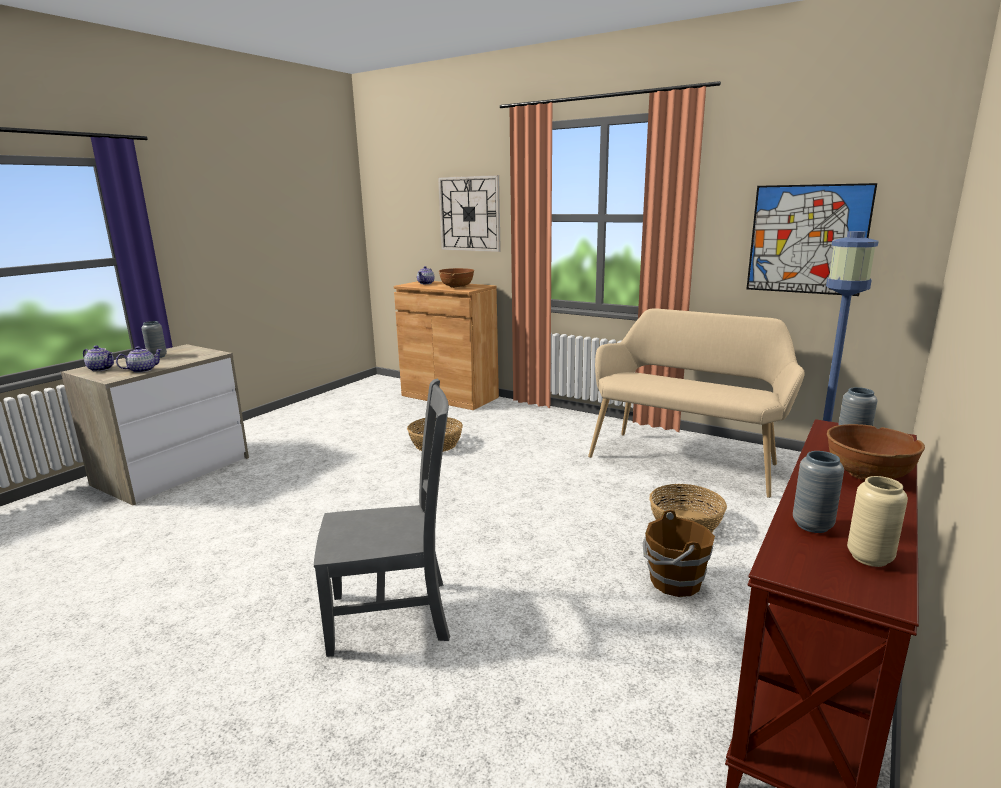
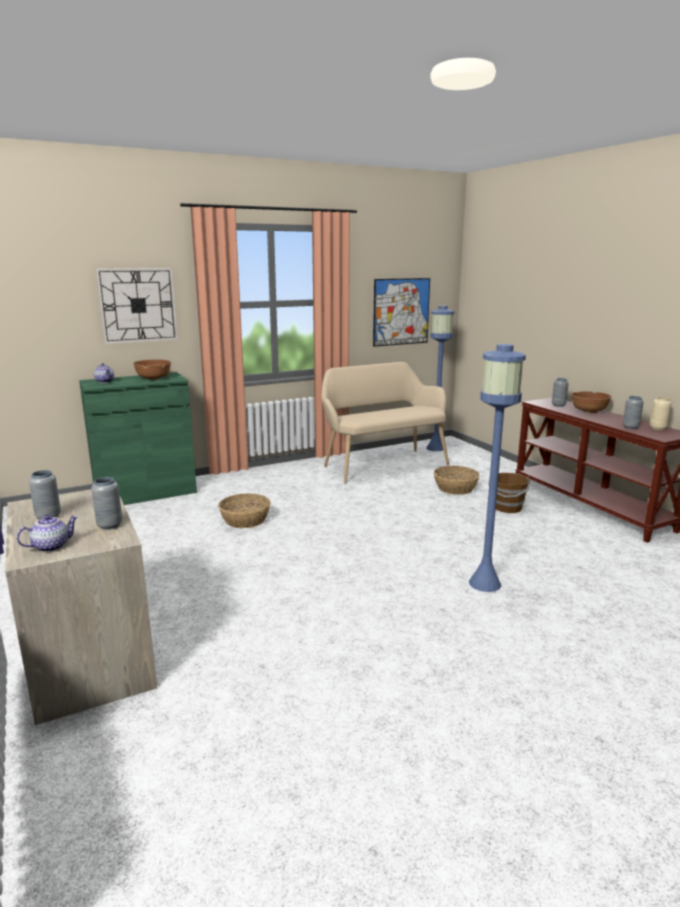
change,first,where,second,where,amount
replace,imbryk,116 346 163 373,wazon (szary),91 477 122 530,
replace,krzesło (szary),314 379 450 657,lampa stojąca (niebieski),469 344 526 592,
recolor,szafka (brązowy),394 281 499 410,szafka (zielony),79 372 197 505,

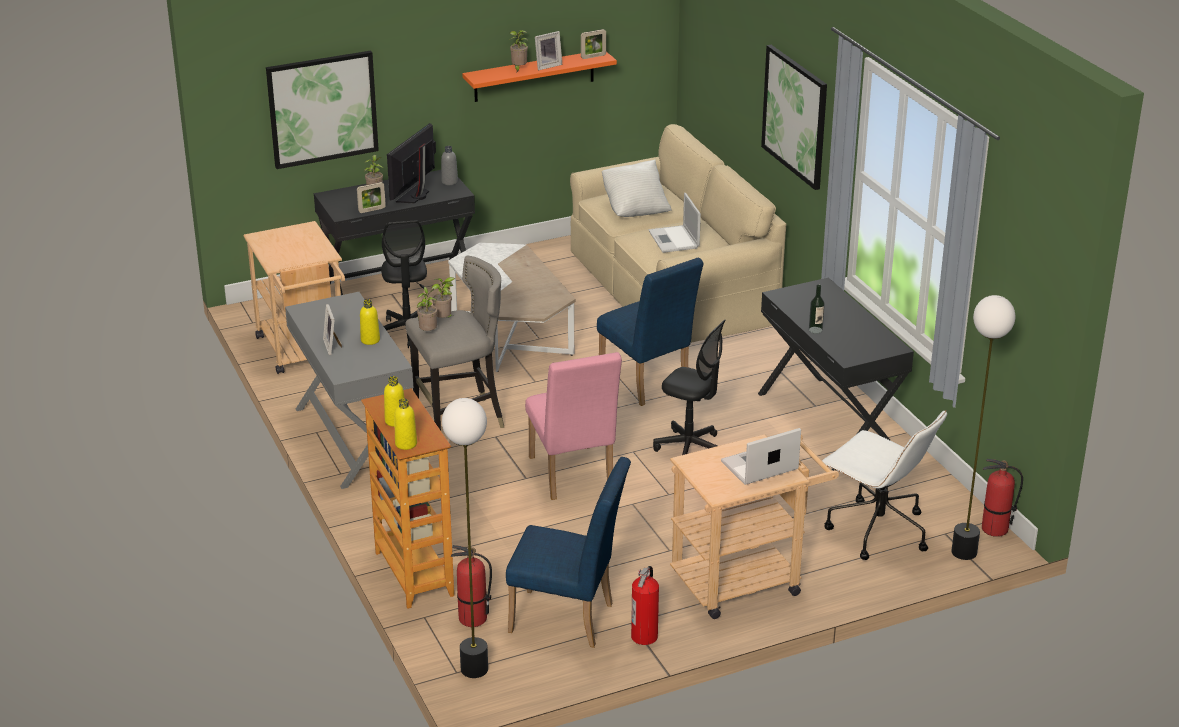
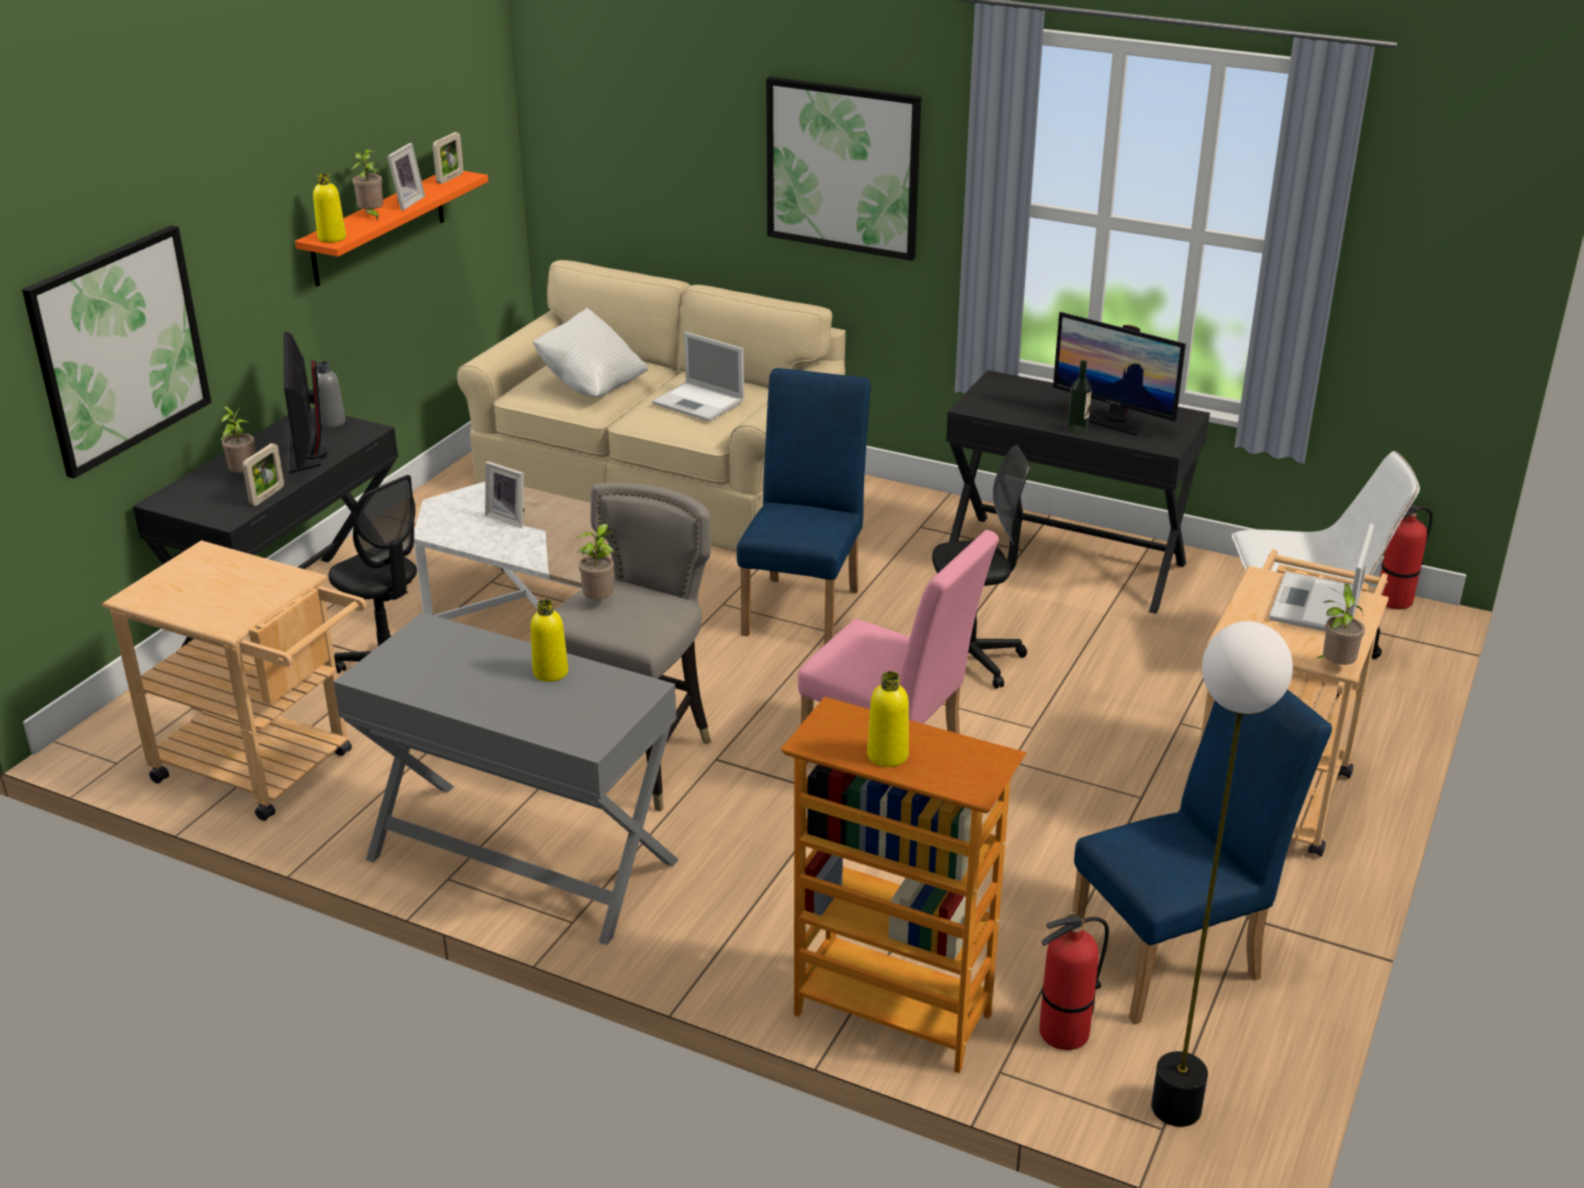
change,first,where,second,where,amount
delete,gaśnica,631 566 659 645,,,
delete,lampa stojąca,951 295 1015 560,,,
insert,,,monitor,1053 312 1186 436,
move,ramka na zdjęcie,323 304 342 355,,485 461 525 528,
move,butelka (żółty),394 398 417 450,,313 173 346 243,
move,roślina doniczkowa,417 287 438 331,,1317 584 1365 665,
rotate,krzesło (niebieski),597 258 703 406,,737 368 871 645,90 degrees counterclockwise

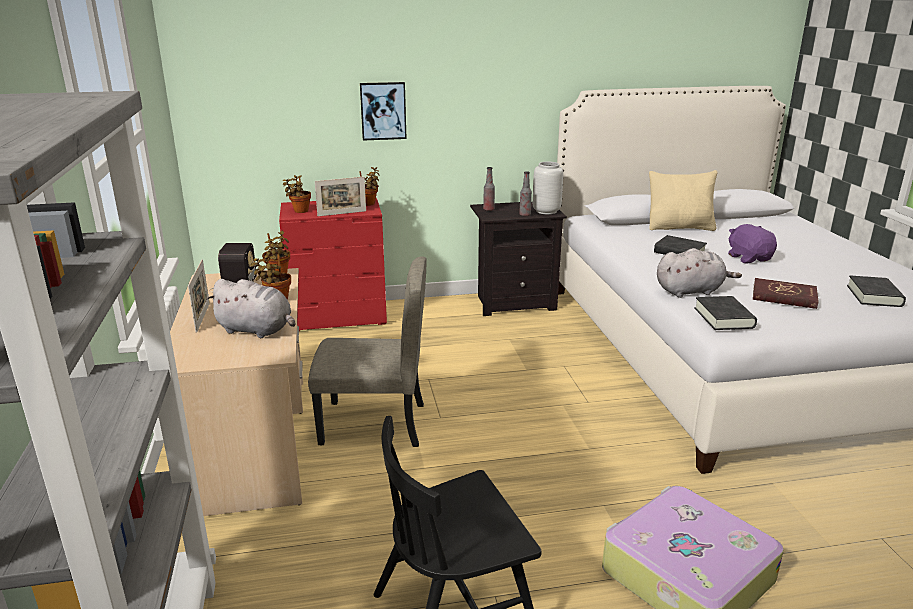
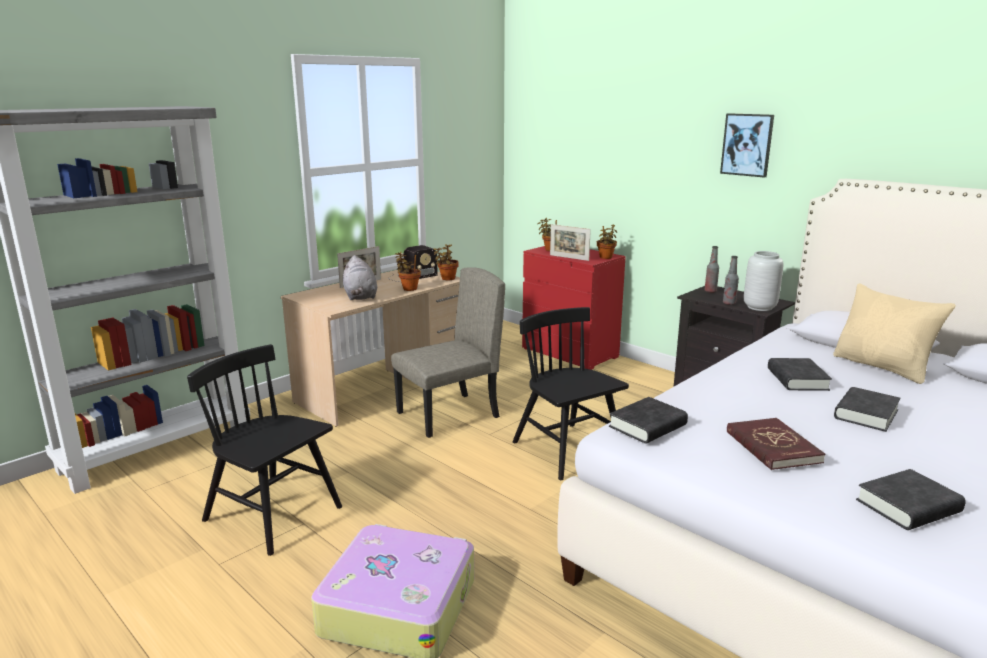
change,first,where,second,where,amount
delete,pluszak (szary),657 248 742 298,,,
insert,,,krzesło (czarny),512 307 629 480,
move,obraz,360 82 407 141,,720 113 774 178,
replace,pluszak (fioletowy),728 224 777 264,książka (czarny),834 387 901 432,
rotate,krzesło (beżowy),308 256 427 447,,391 267 505 438,90 degrees counterclockwise

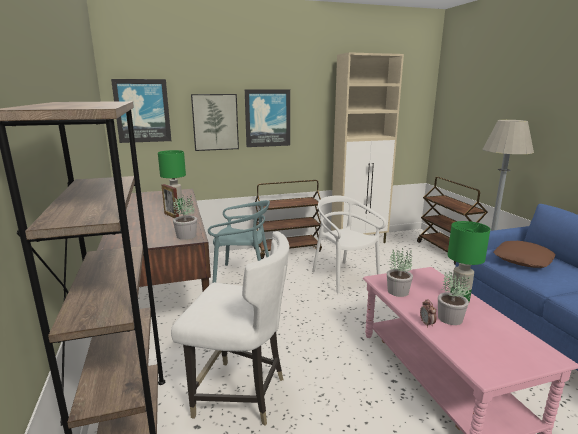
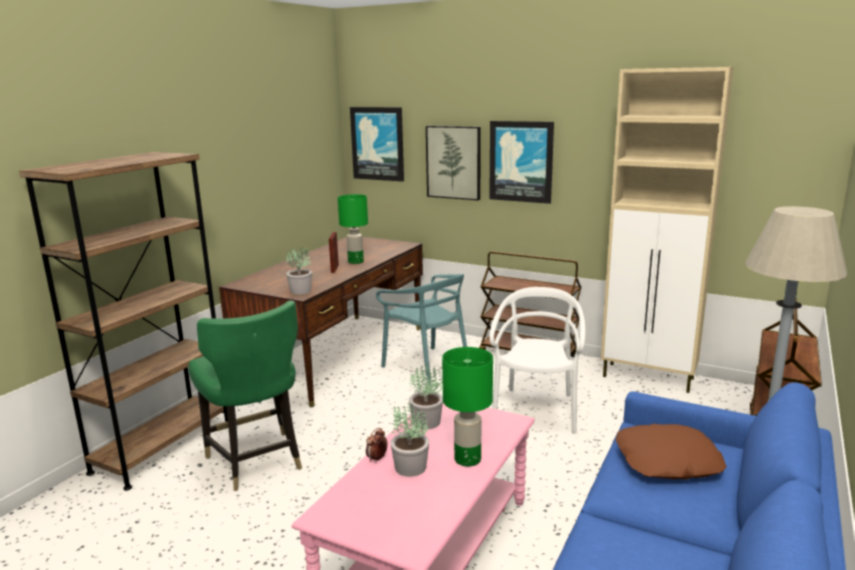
change,first,where,second,where,amount
recolor,krzesło (biały),171 231 289 426,krzesło (zielony),188 300 302 491,

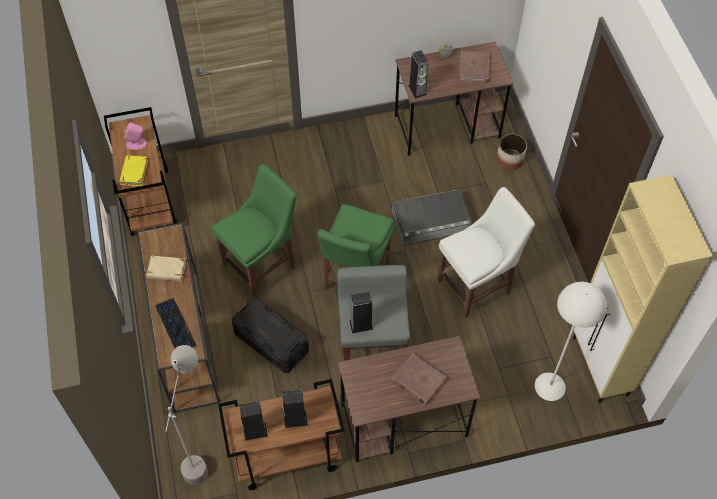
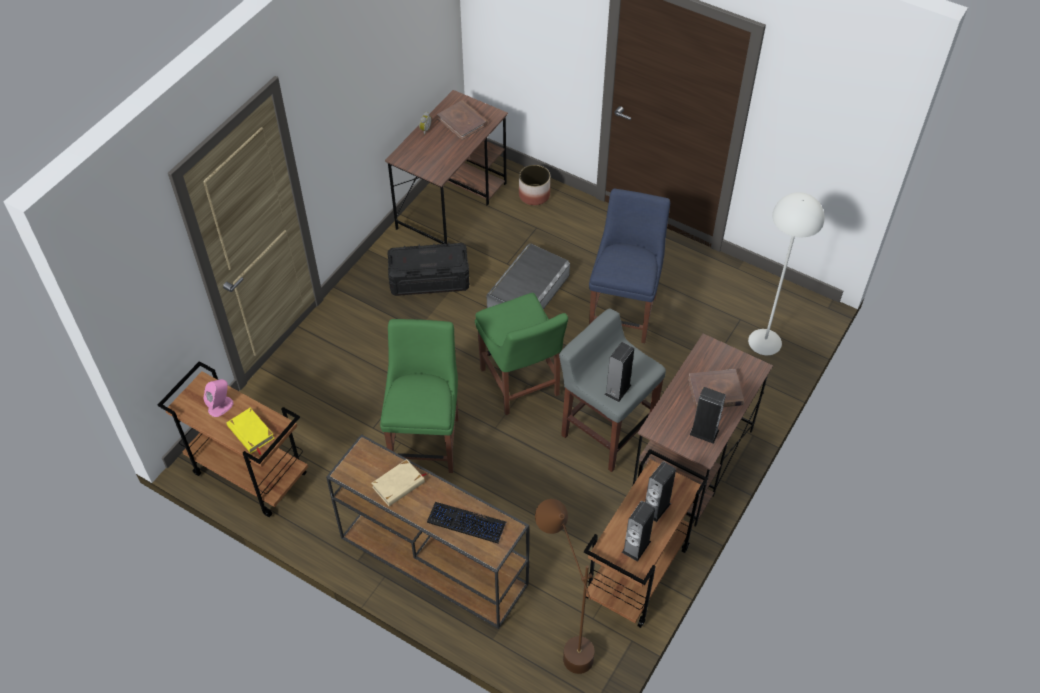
change,first,where,second,where,amount
delete,szafka (beżowy),573 175 713 403,,,
move,pojemnik do przechowywania (czarny),232 298 309 373,,387 242 469 296,
move,głośnik,408 50 428 99,,689 387 726 444,
recolor,lampa stojąca (szary),165 345 208 485,lampa stojąca (brązowy),535 499 595 674,
recolor,krzesło (biały),438 187 535 318,krzesło (niebieski),589 189 670 343,

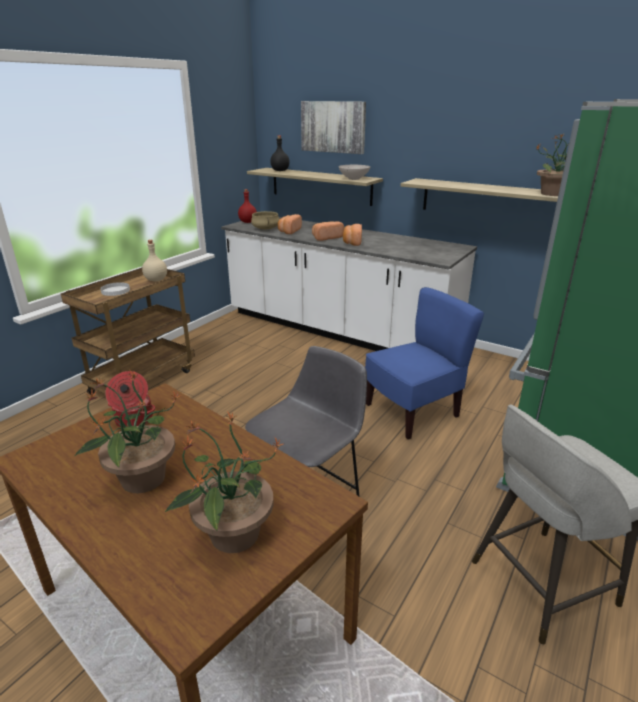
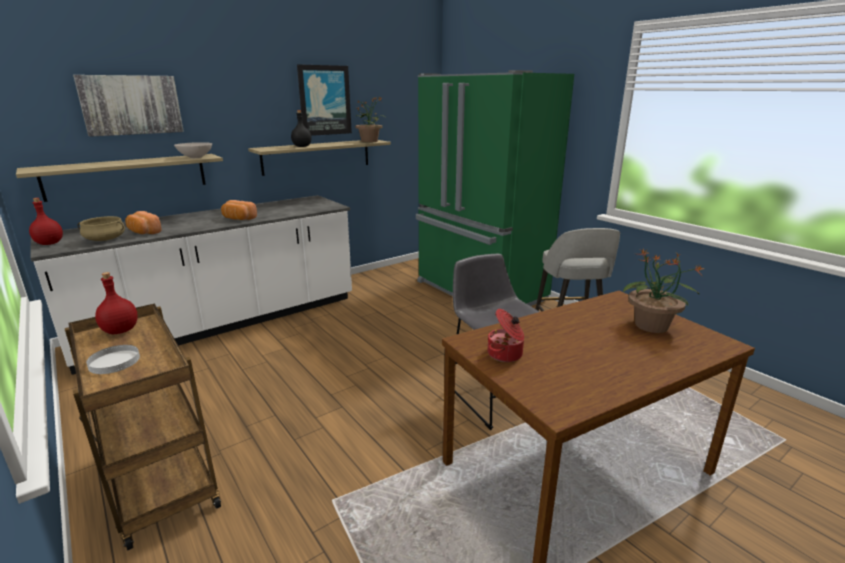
change,first,where,second,where,amount
delete,roślina doniczkowa,75 370 180 493,,,
delete,chleb,312 221 344 241,,,
delete,krzesło (niebieski),365 287 484 439,,,
insert,,,obraz,297 64 352 136,
move,butelka (czarny),270 136 290 171,,291 110 312 147,
recolor,butelka (beżowy),142 240 167 282,butelka (czerwony),95 272 138 334,

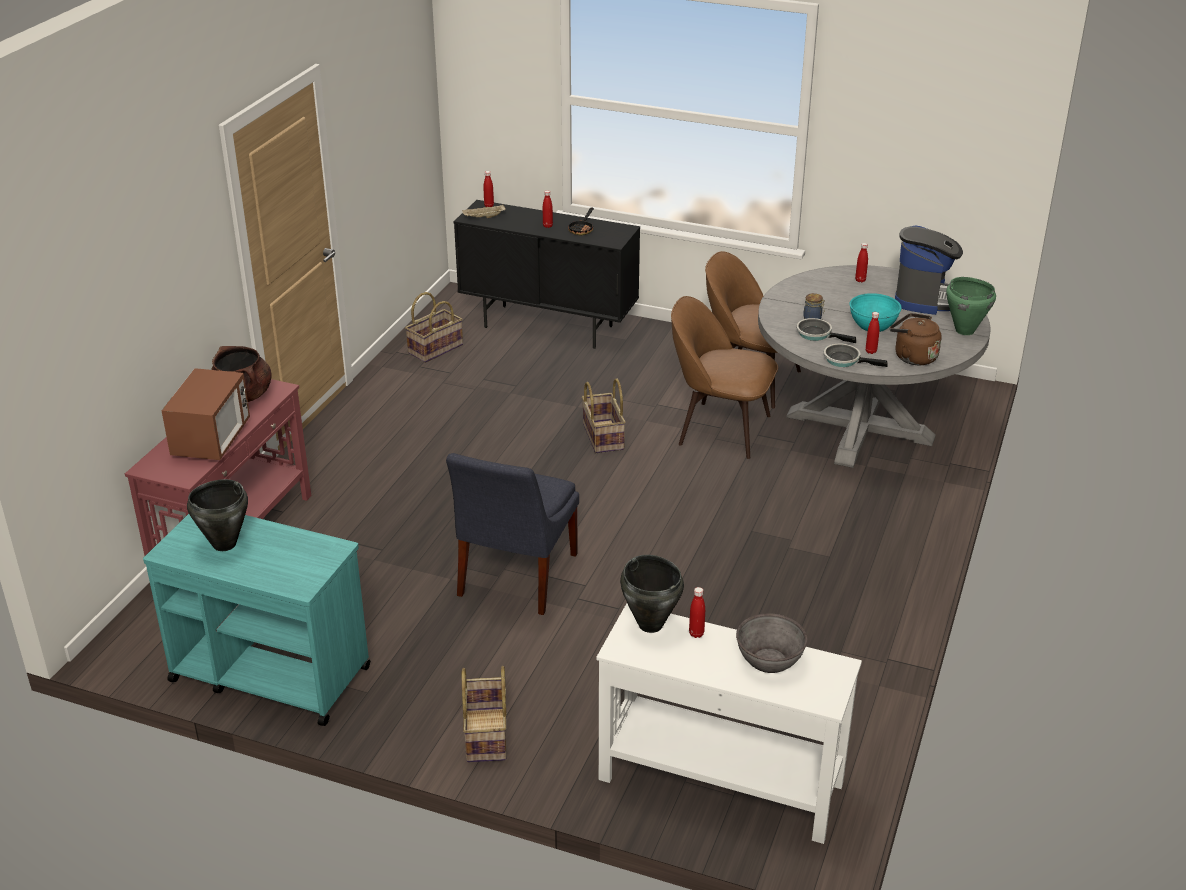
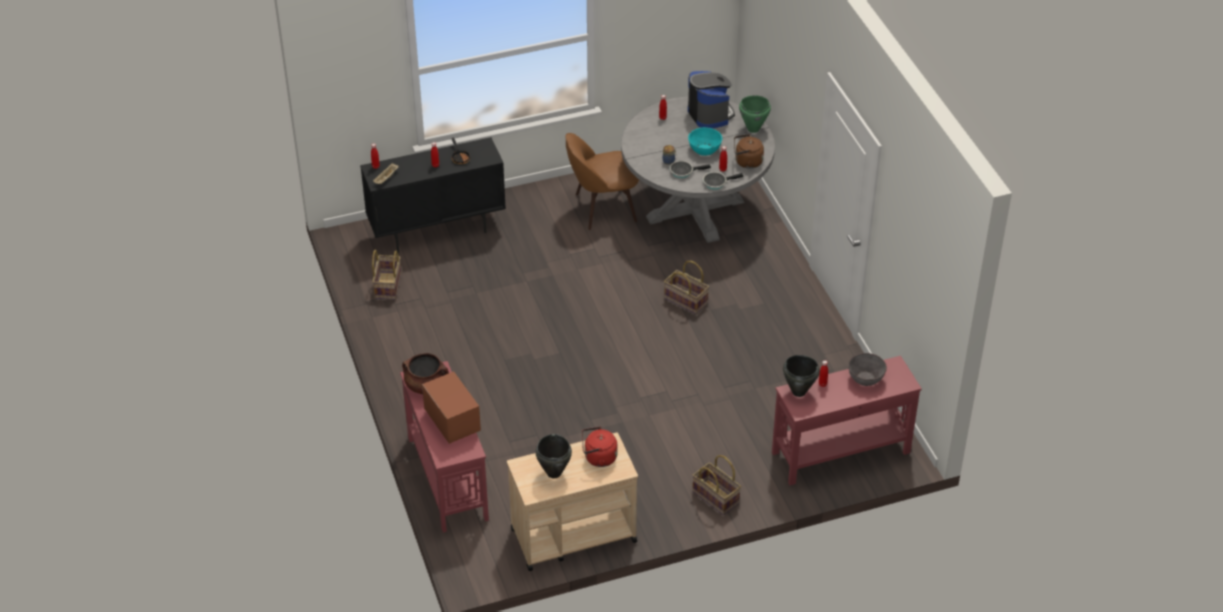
change,first,where,second,where,amount
delete,krzesło (niebieski),446 453 579 615,,,
delete,krzesło (brązowy),671 296 778 459,,,
insert,,,czajnik (czerwony),582 427 618 467,
move,koszyk,582 378 626 453,,664 261 709 314,
recolor,wózek (turkusowy),143 514 371 726,wózek (beżowy),507 433 638 571,
recolor,stolik konsolowy (biały),596 603 862 844,stolik konsolowy (czerwony),772 356 922 485,

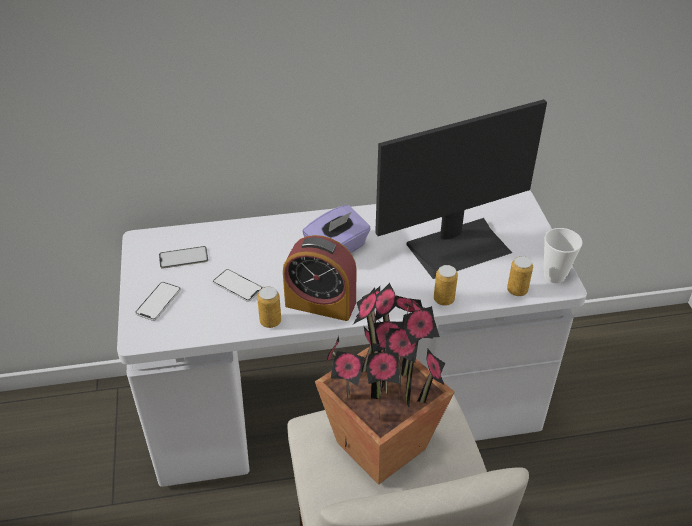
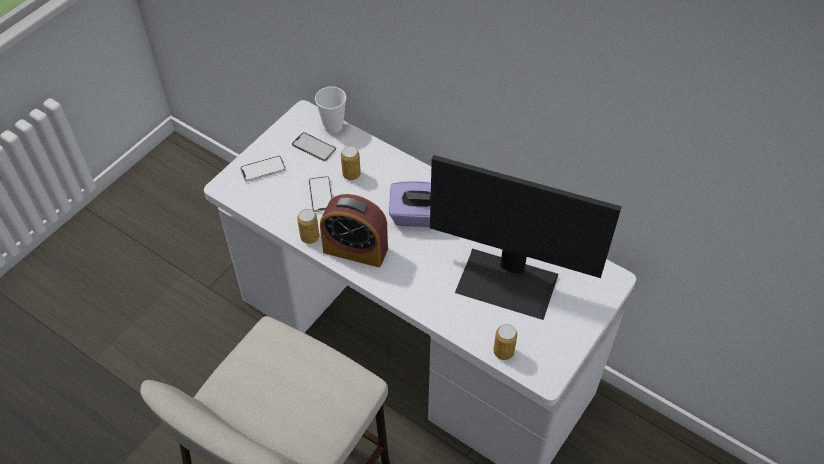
change,first,where,second,where,amount
delete,roślina doniczkowa,315 283 454 485,,,
move,puszka,434 265 458 306,,341 146 361 180,
move,filiżanka,544 228 582 283,,315 87 346 133,
rotate,budzik,283 235 357 321,,320 194 388 267,45 degrees counterclockwise

